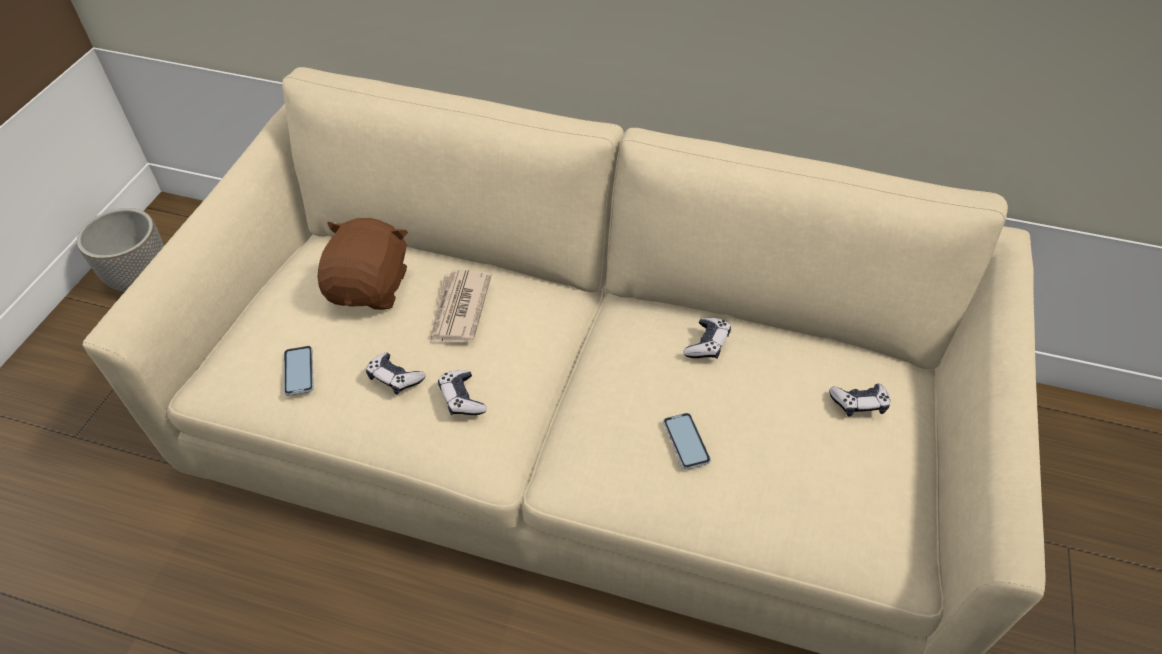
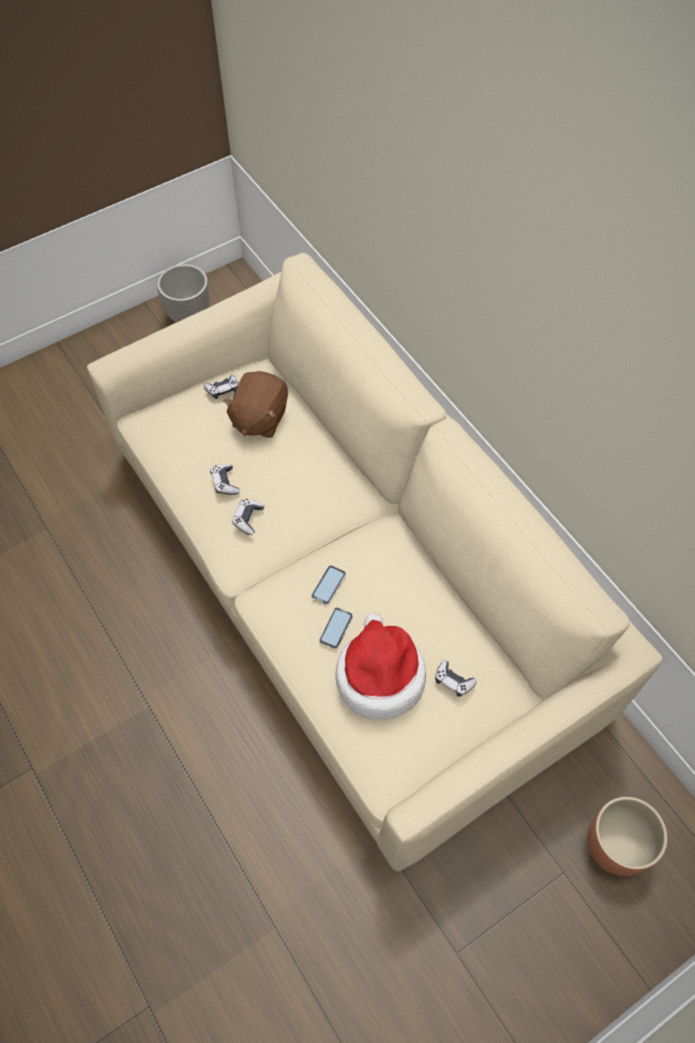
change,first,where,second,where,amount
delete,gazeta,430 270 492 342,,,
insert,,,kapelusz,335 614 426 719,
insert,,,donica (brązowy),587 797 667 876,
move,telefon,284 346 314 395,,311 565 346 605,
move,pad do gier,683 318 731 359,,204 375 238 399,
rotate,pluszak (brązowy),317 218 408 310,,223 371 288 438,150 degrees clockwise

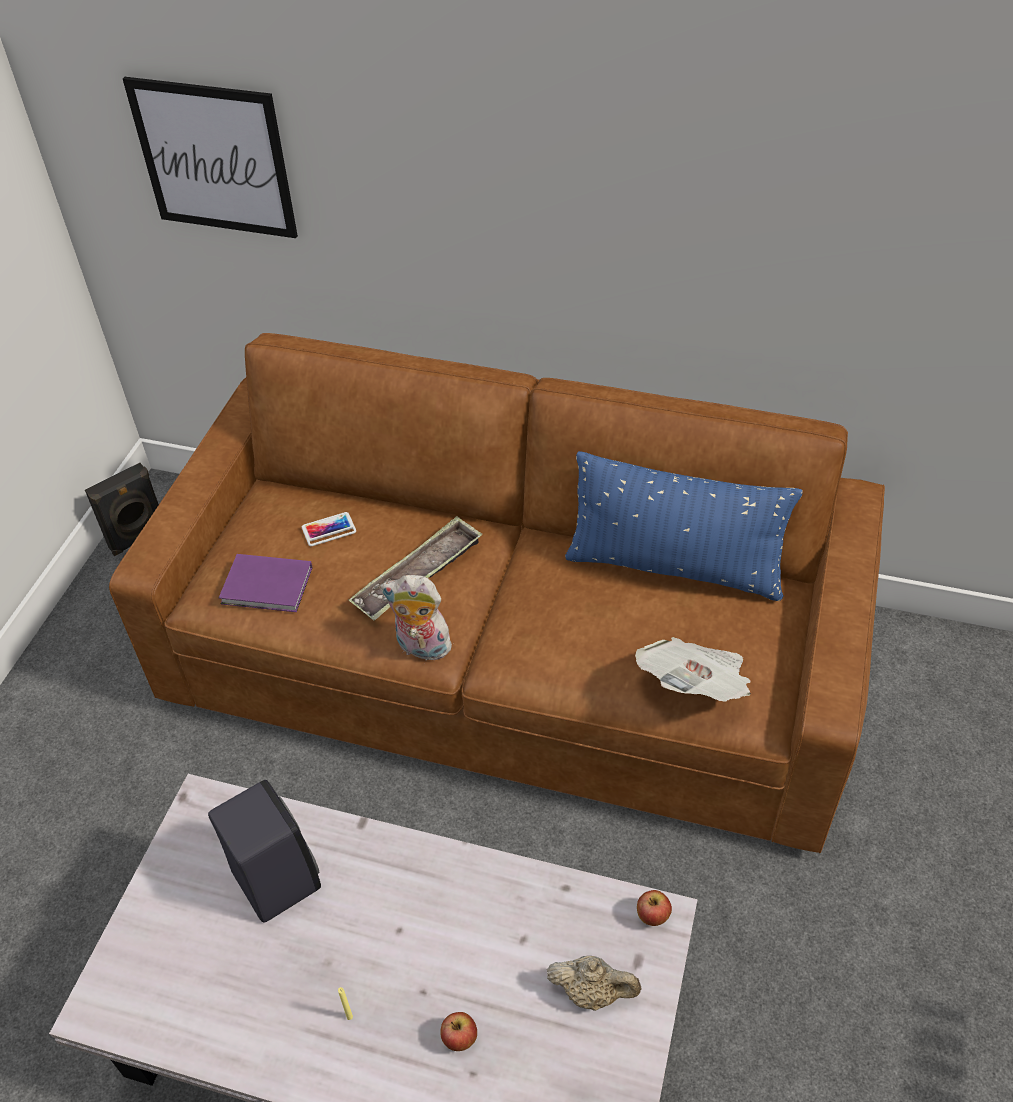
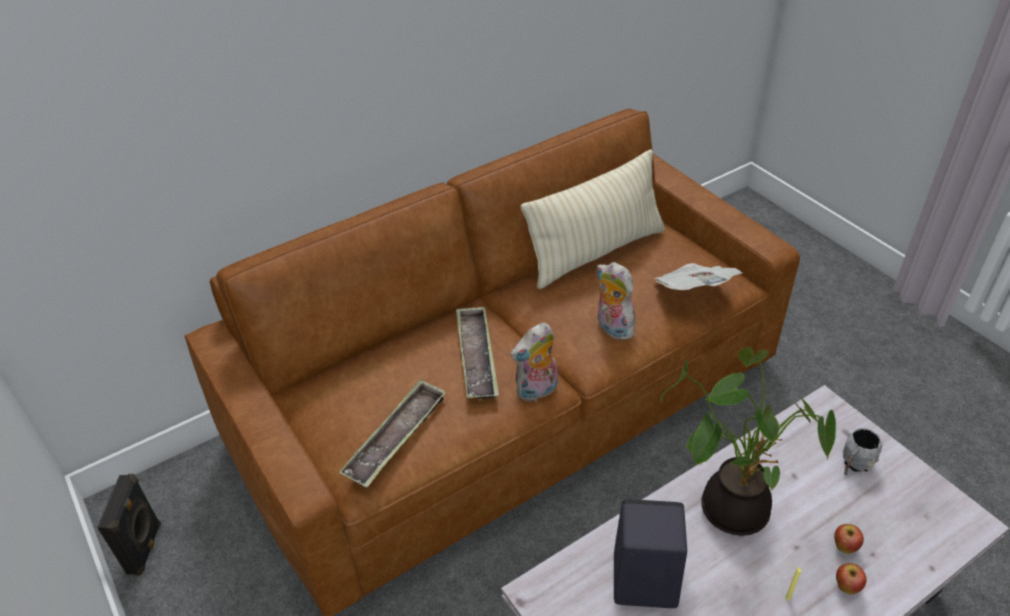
change,first,where,second,where,amount
delete,obraz,123 77 298 238,,,
delete,telefon,302 512 356 546,,,
insert,,,pluszak,596 262 636 340,
insert,,,roślina doniczkowa,660 347 836 536,
move,jabłko,637 890 672 926,,836 563 867 594,
replace,książka (fioletowy),219 554 312 612,taca,339 379 446 487,
replace,imbryk (beżowy),547 956 641 1011,kubek (szary),842 428 882 476,
recolor,poduszka (niebieski),565 451 803 601,poduszka (beżowy),521 149 665 289,

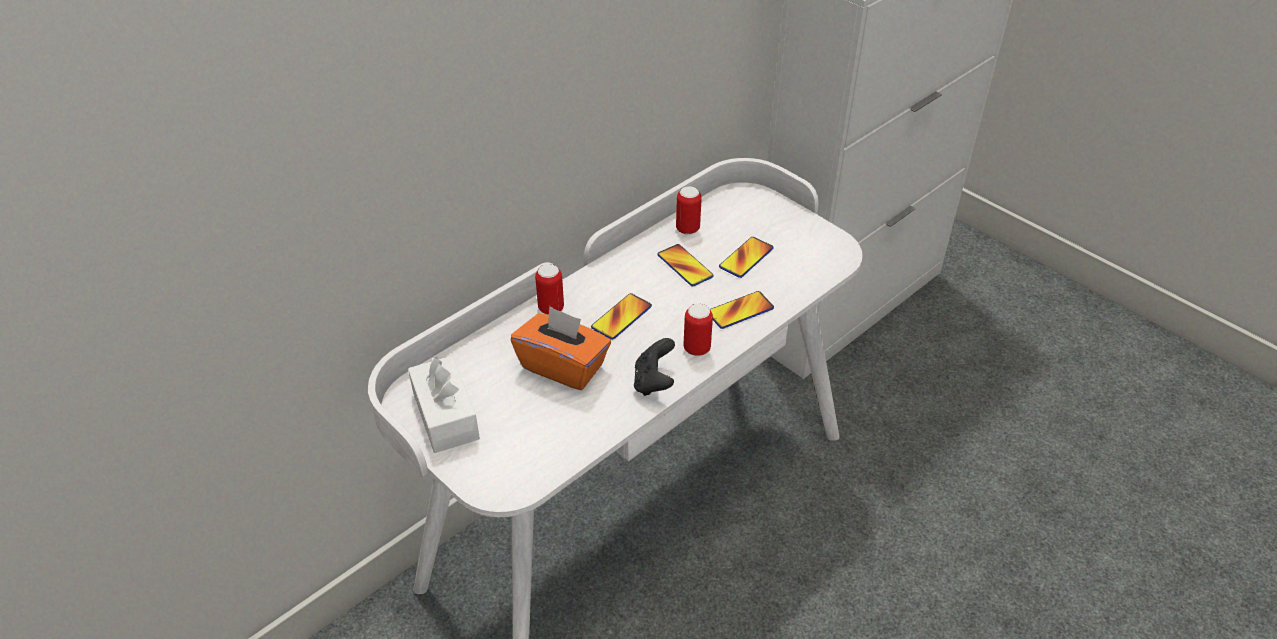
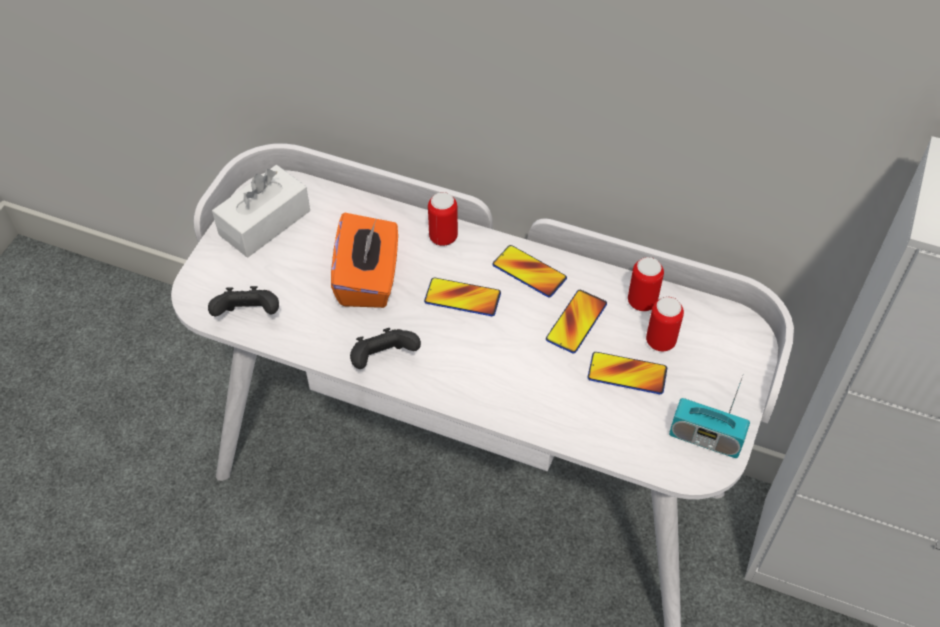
change,first,where,second,where,amount
insert,,,pad do gier (czarny),208 286 279 316,
insert,,,radio,669 376 750 458,
move,puszka,684 304 713 356,,646 297 684 351,
move,telefon,710 291 774 329,,493 245 567 297,

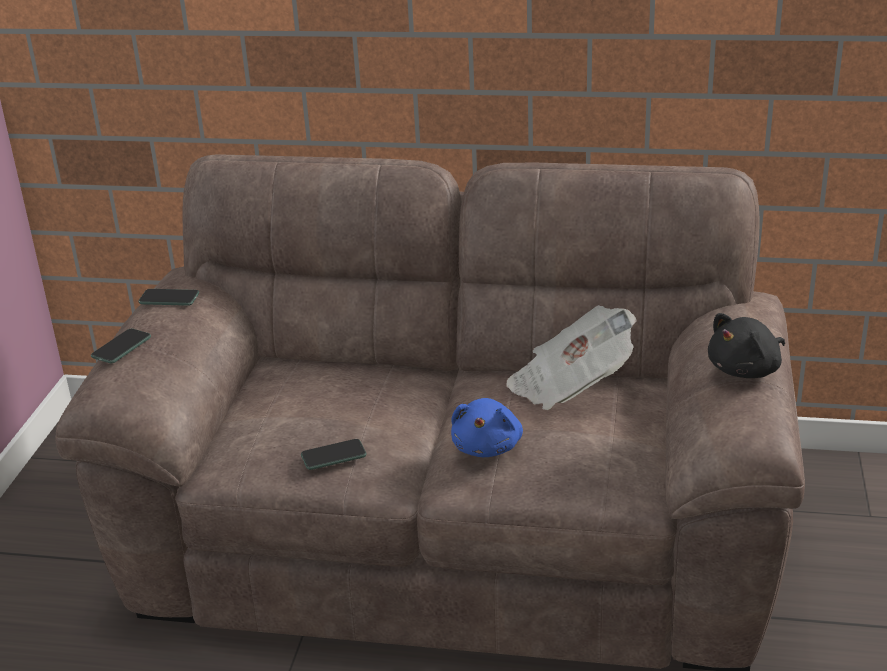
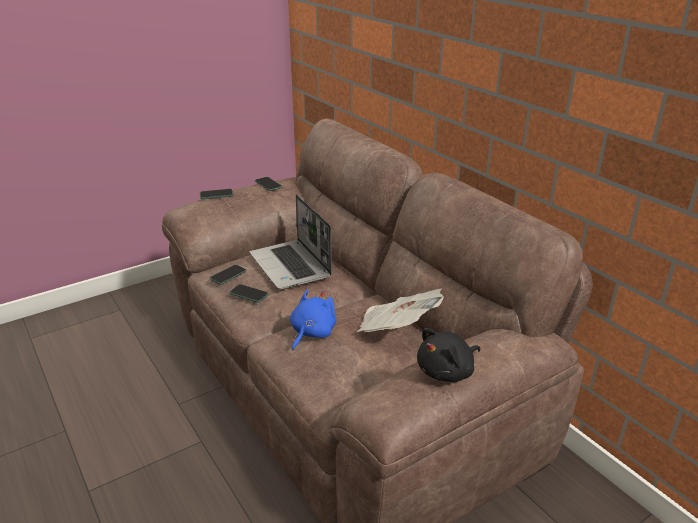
change,first,where,second,where,amount
insert,,,telefon,210 264 246 285,
insert,,,laptop,250 194 332 289,
rotate,pluszak (niebieski),451 398 523 457,,290 289 336 351,150 degrees clockwise
rotate,pluszak (czarny),708 313 785 378,,417 328 480 382,45 degrees counterclockwise

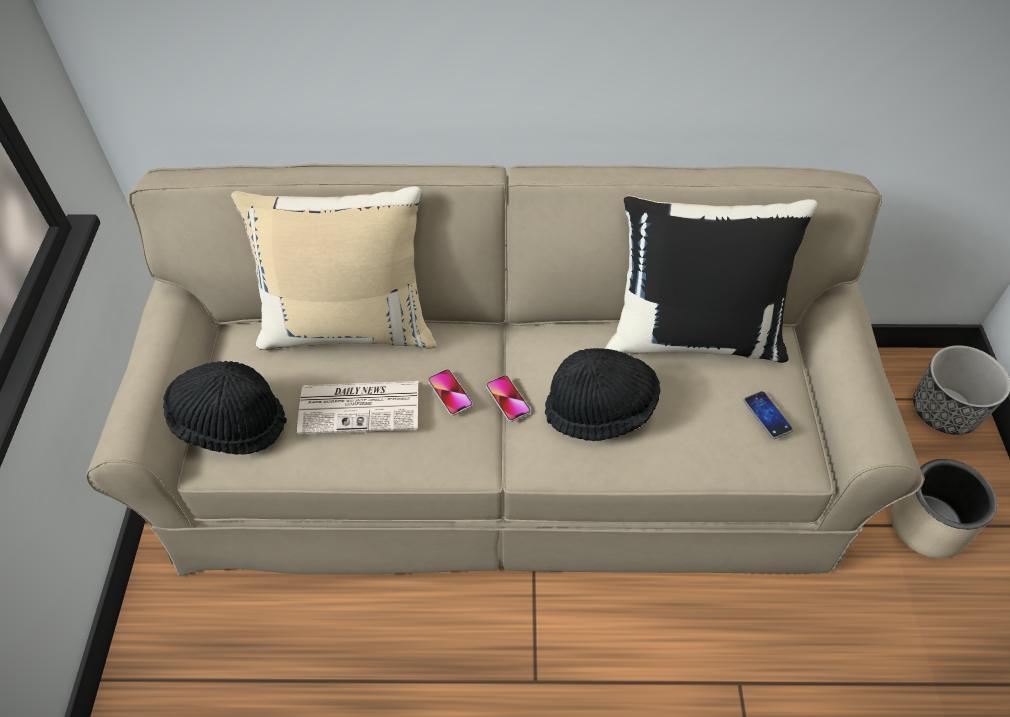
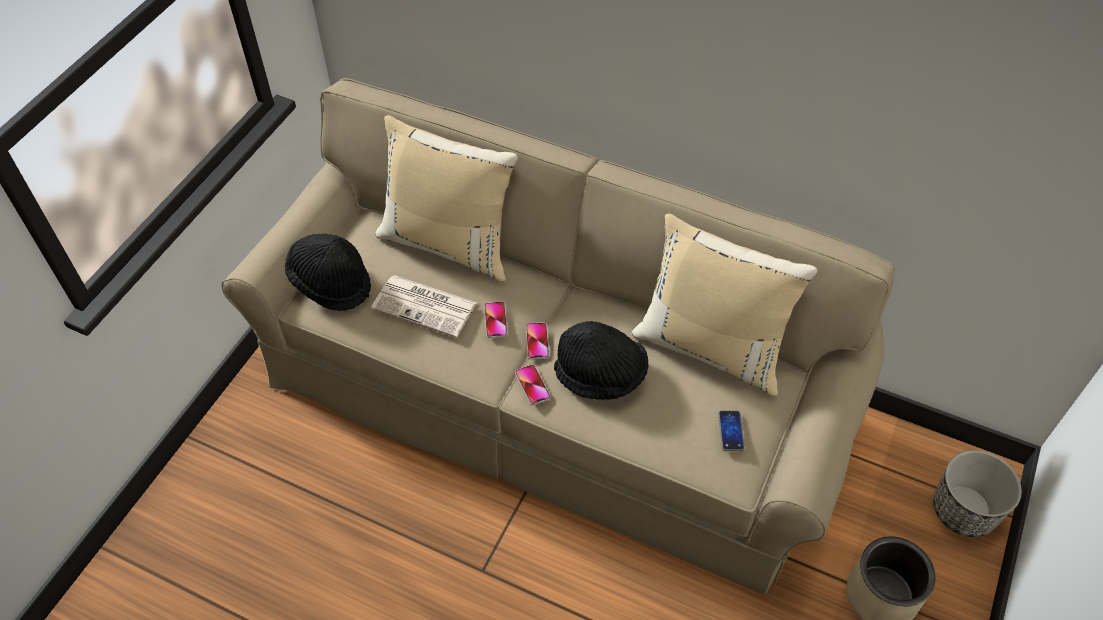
change,first,where,second,where,amount
insert,,,telefon,515 364 550 405,
recolor,poduszka (czarny),605 196 818 363,poduszka (beżowy),632 214 817 397,

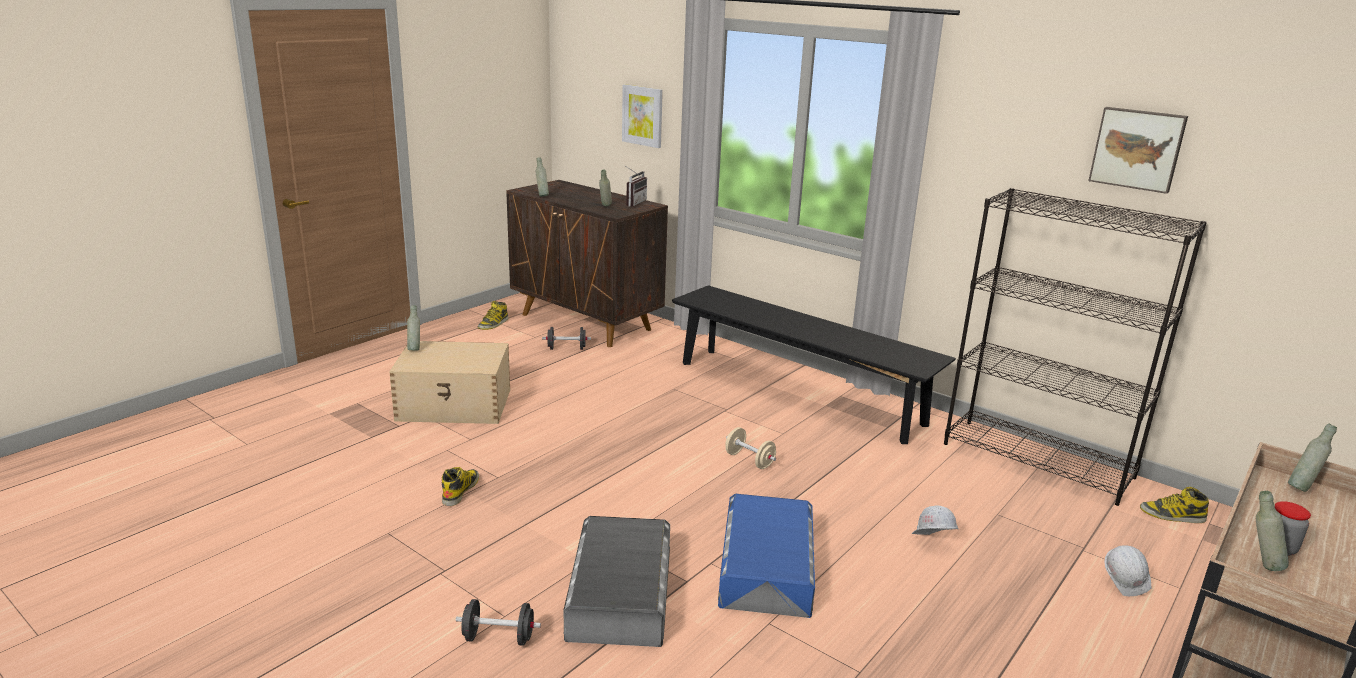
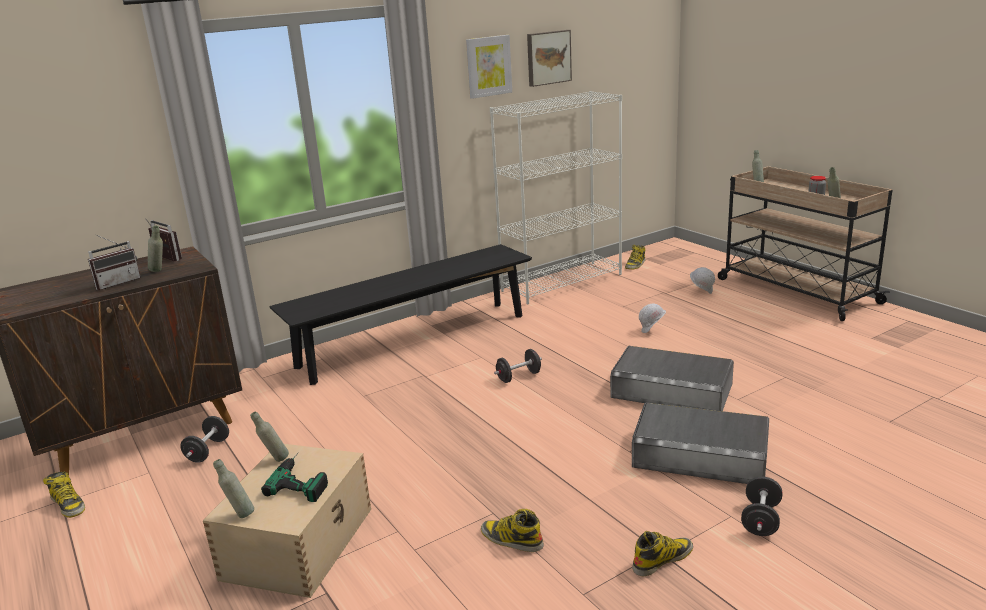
change,first,where,second,where,amount
insert,,,radio,88 234 141 290,
insert,,,wiertarka,261 453 328 502,
insert,,,but z cholewką,632 531 693 576,
move,butelka (szary),536 157 549 196,,250 412 289 462,
move,obraz,622 84 663 148,,466 35 512 99,
recolor,pojemnik do przechowywania (niebieski),718 494 815 618,pojemnik do przechowywania (szary),610 346 734 411,
recolor,hantel (beżowy),726 427 776 469,hantel (czarny),494 349 542 383,
recolor,regał (czarny),944 188 1207 506,regał (biały),490 91 622 305,

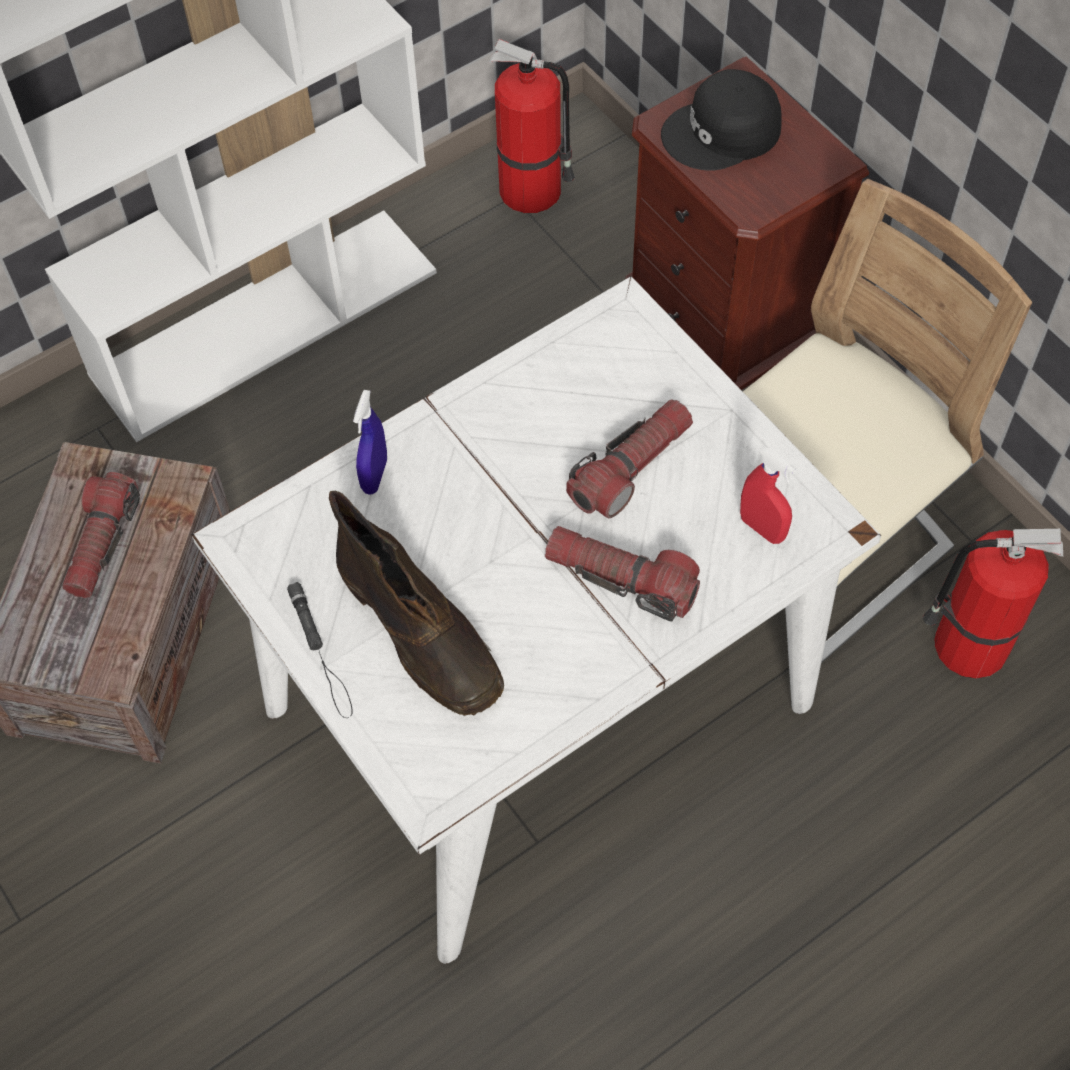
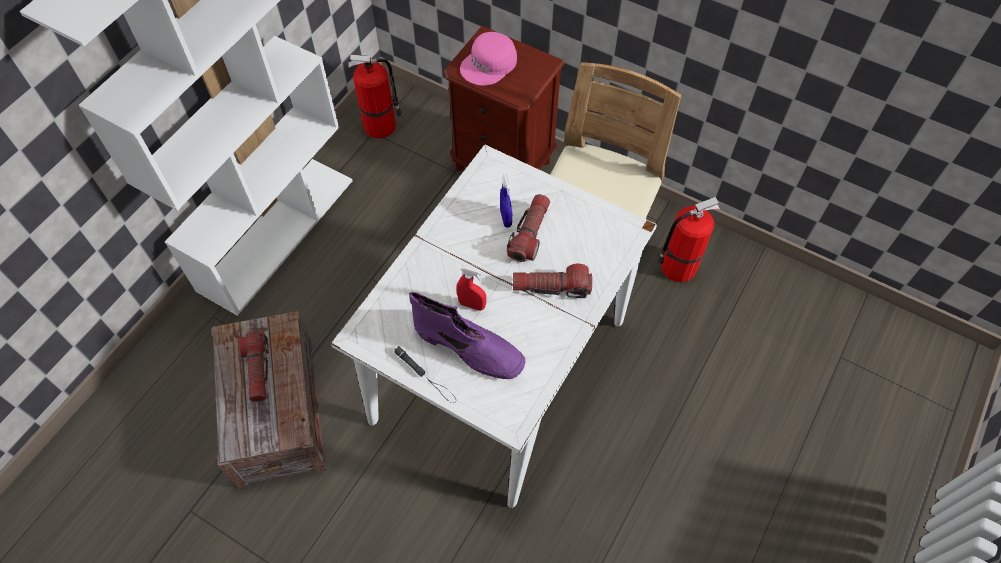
change,first,where,second,where,amount
move,spryskiwacz (niebieski),353 390 387 495,,500 173 512 228,
move,spryskiwacz (czerwony),740 447 796 544,,457 266 486 311,
recolor,but z cholewką (brązowy),329 491 504 716,but z cholewką (fioletowy),409 292 525 379,
recolor,czapka z daszkiem (czarny),661 69 781 171,czapka z daszkiem (różowy),460 32 517 85,

